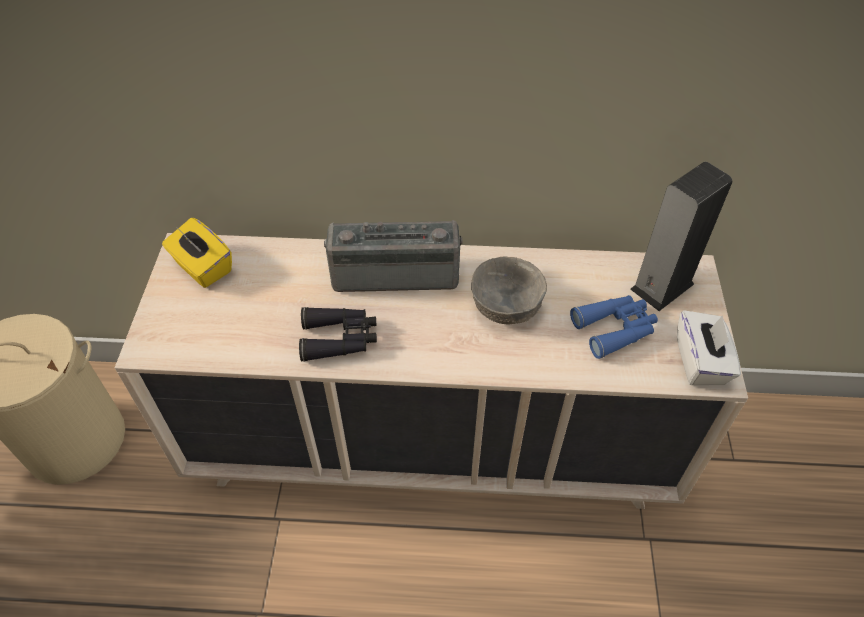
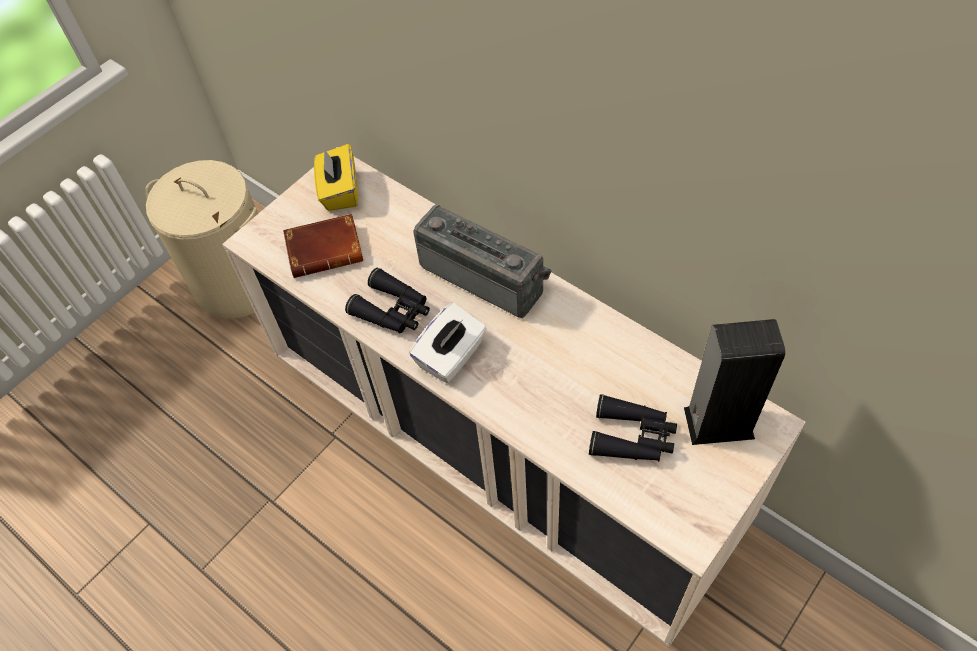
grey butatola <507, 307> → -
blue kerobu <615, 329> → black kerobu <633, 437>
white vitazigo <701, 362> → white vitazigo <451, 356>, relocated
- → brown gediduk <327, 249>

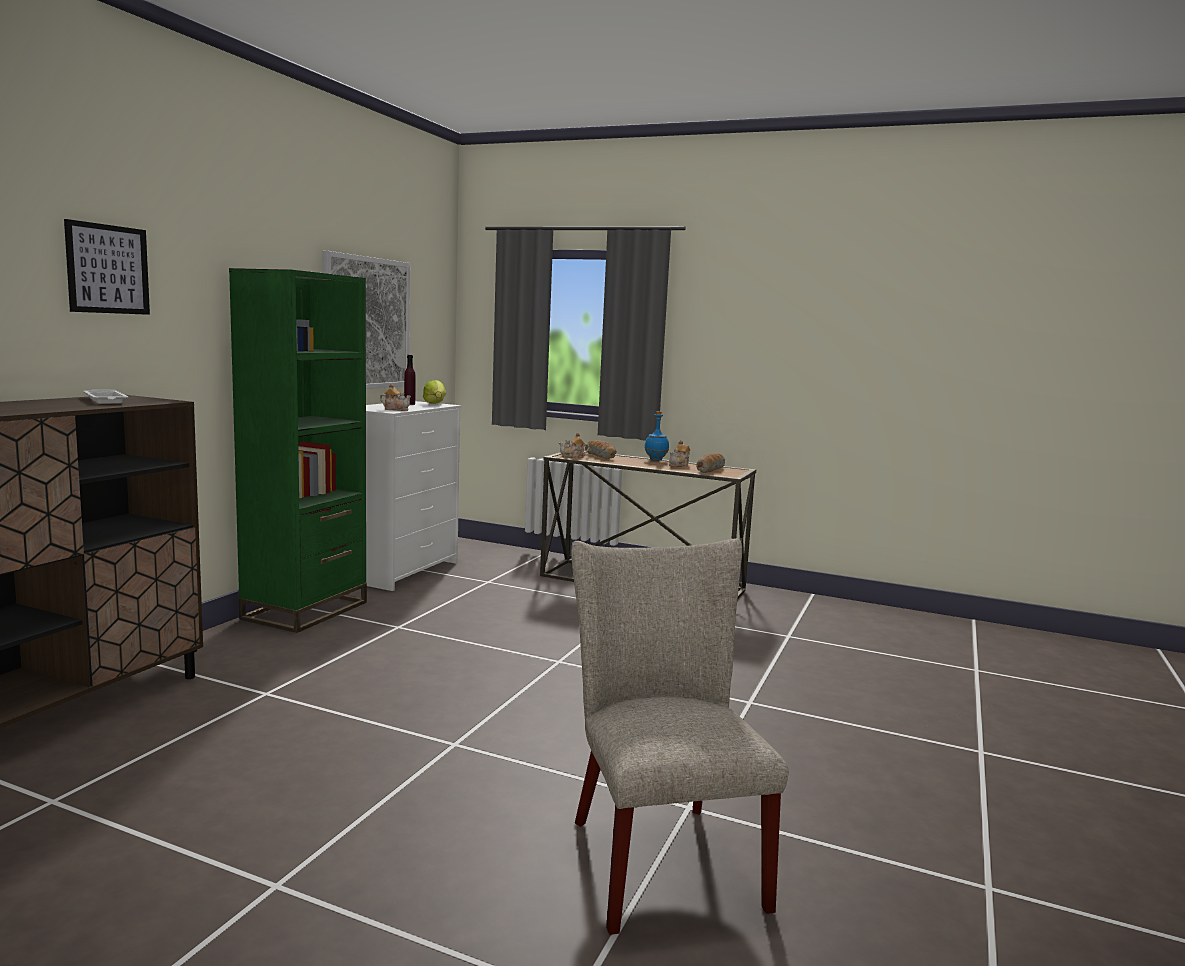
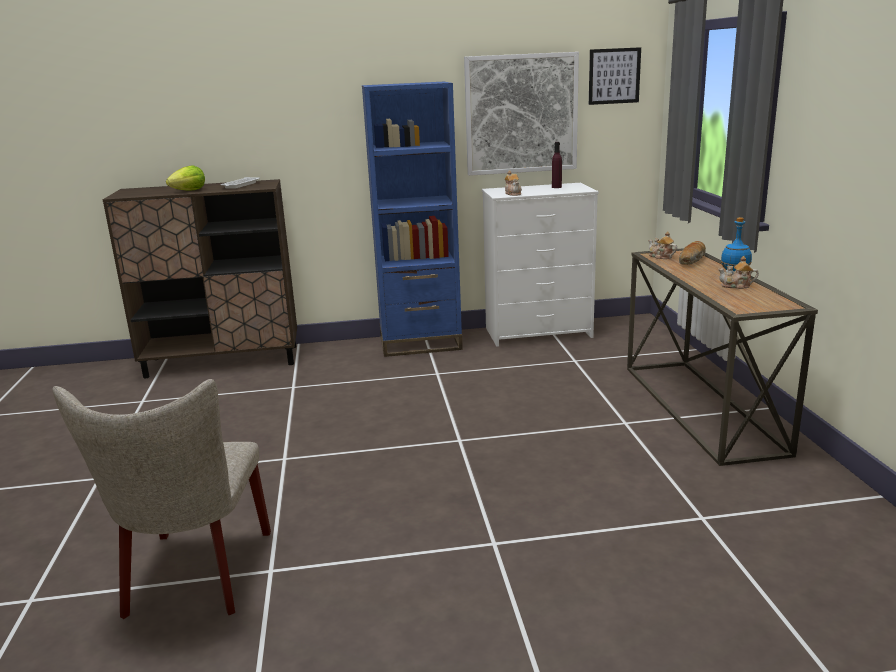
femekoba <108, 269> → femekoba <614, 76>, relocated
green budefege <305, 611> → blue budefege <420, 343>
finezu <435, 404> → finezu <189, 191>, relocated
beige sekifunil <658, 855> → beige sekifunil <195, 578>, 135 degrees clockwise
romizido <710, 469> → -

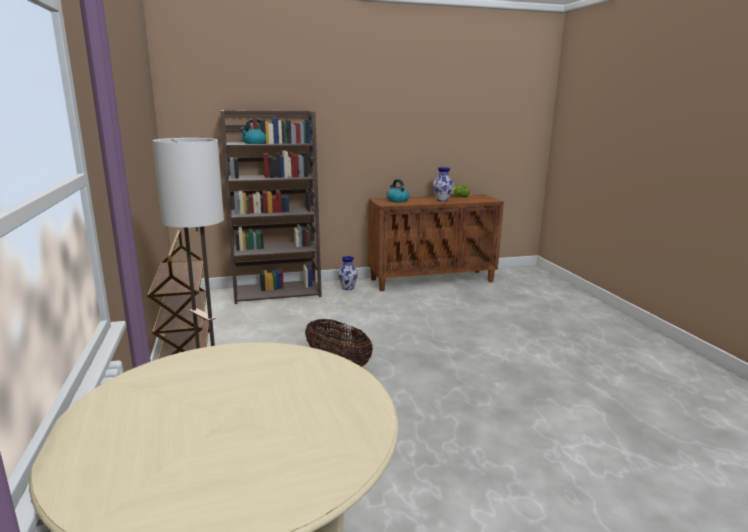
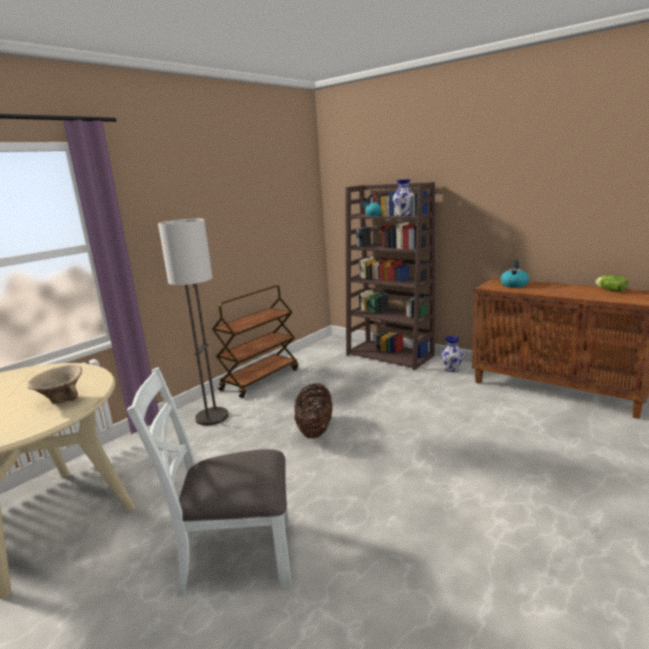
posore <442, 200> → posore <404, 215>, relocated
- → beige butatola <60, 400>
- → white sekifunil <235, 556>

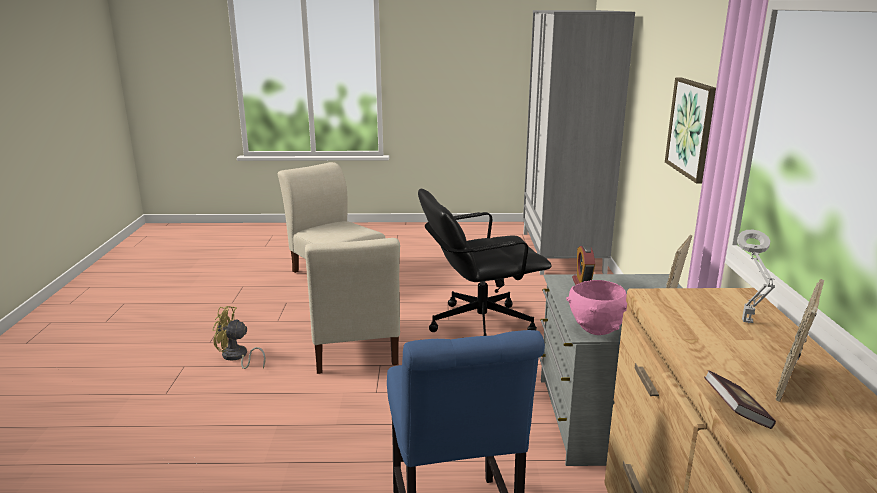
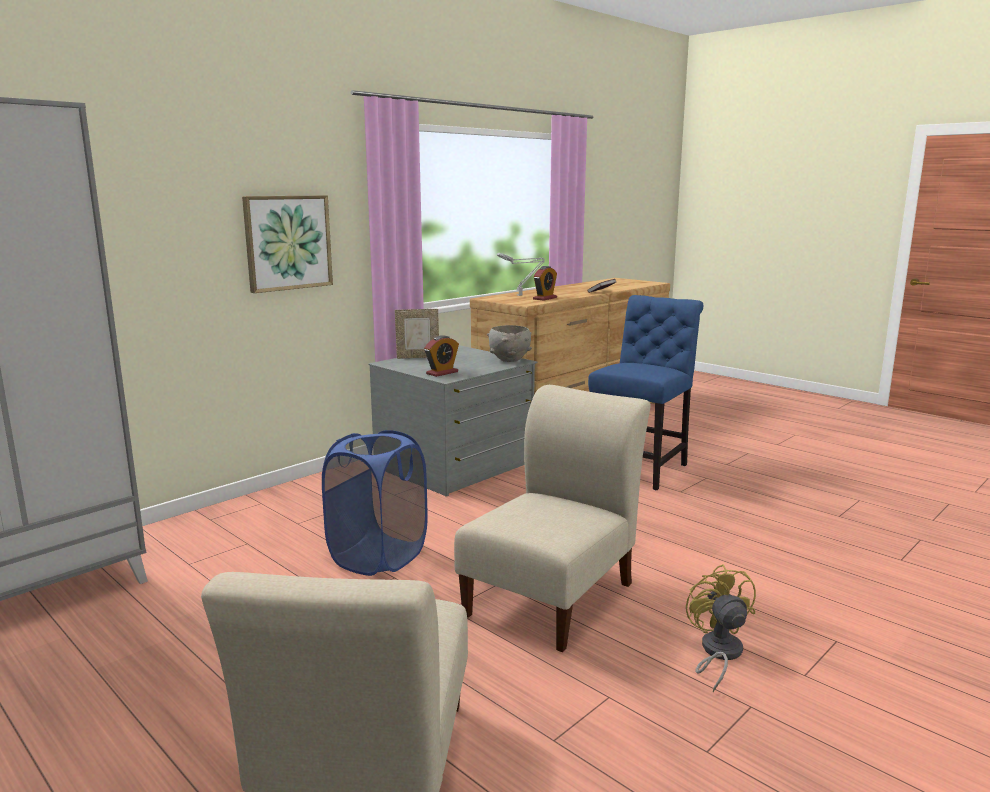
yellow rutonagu <236, 357> → yellow rutonagu <717, 653>, 150 degrees counterclockwise
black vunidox <479, 324> → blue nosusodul <378, 557>
pink butatola <595, 329> → grey butatola <509, 360>
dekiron <790, 382> → -
- → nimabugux <545, 298>

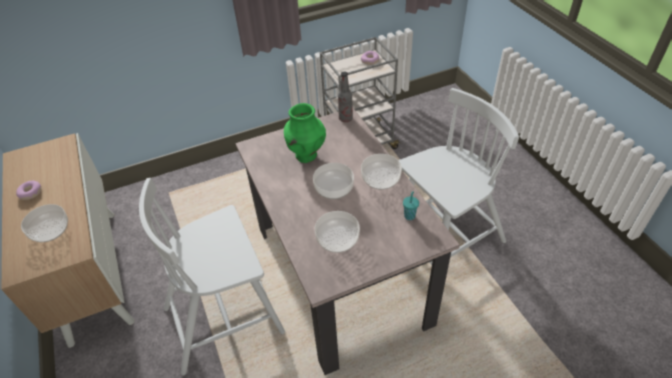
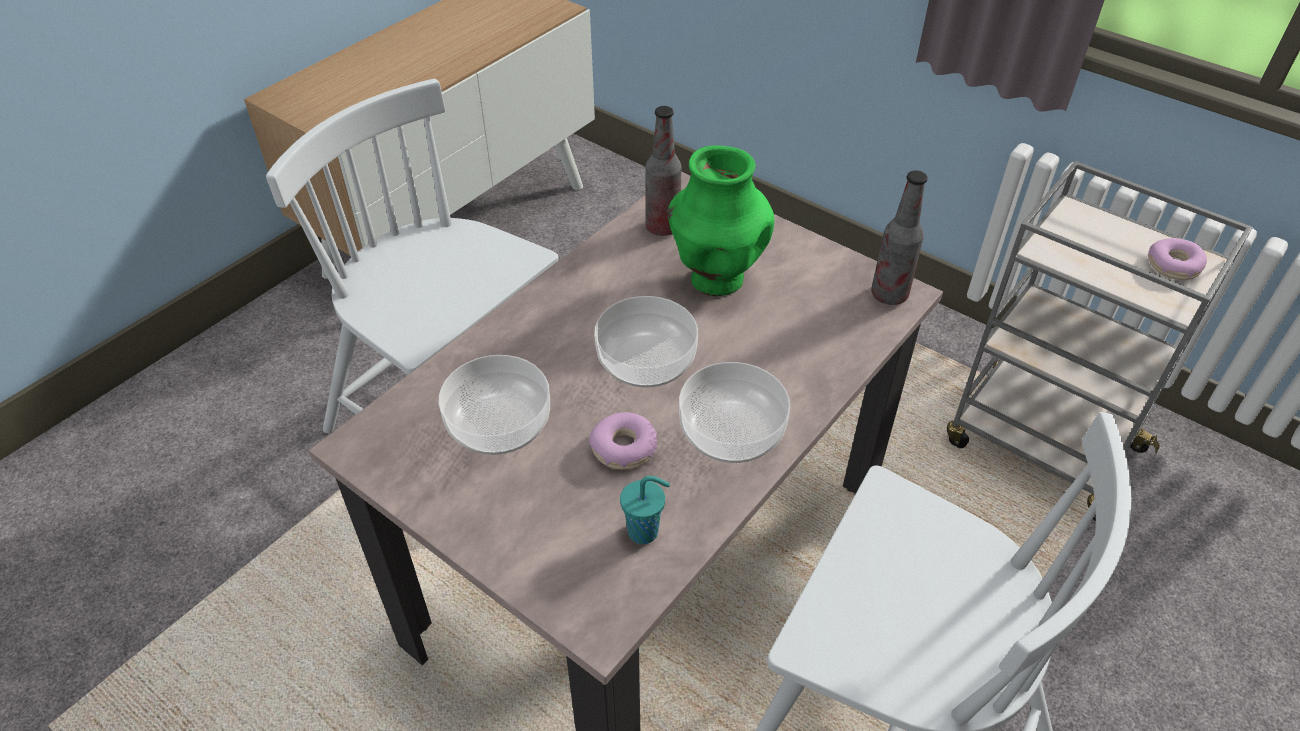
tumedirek <31, 193> → tumedirek <624, 448>, relocated
butatola <50, 231> → -
- → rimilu <662, 227>

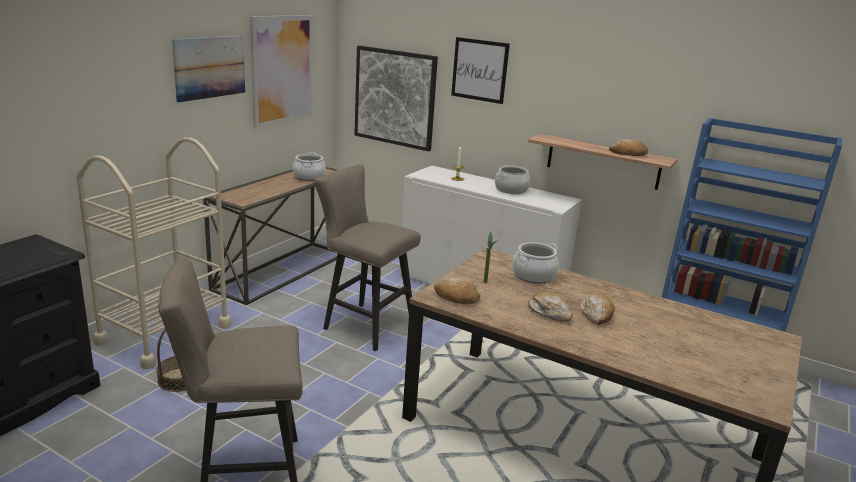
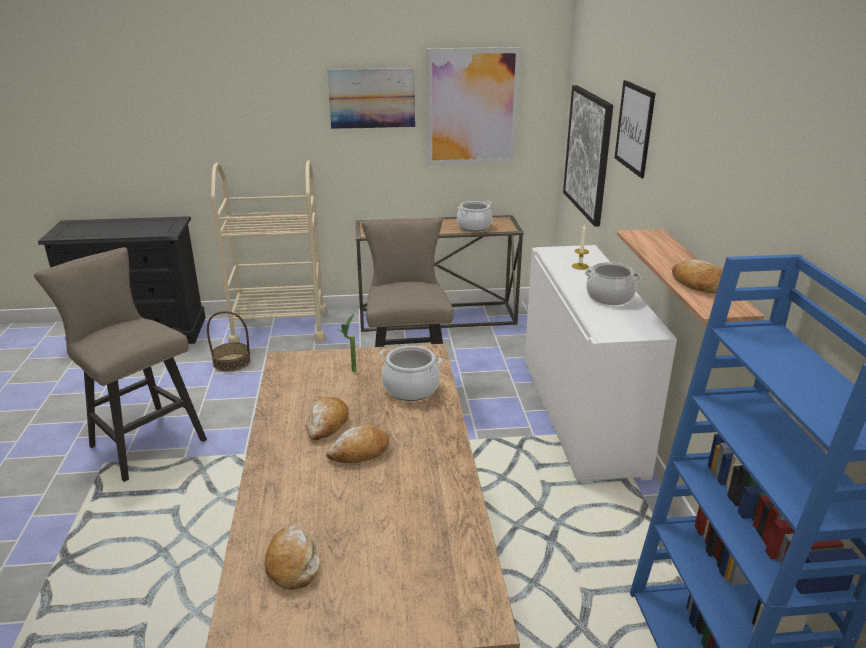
romizido <456, 298> → romizido <292, 563>, relocated

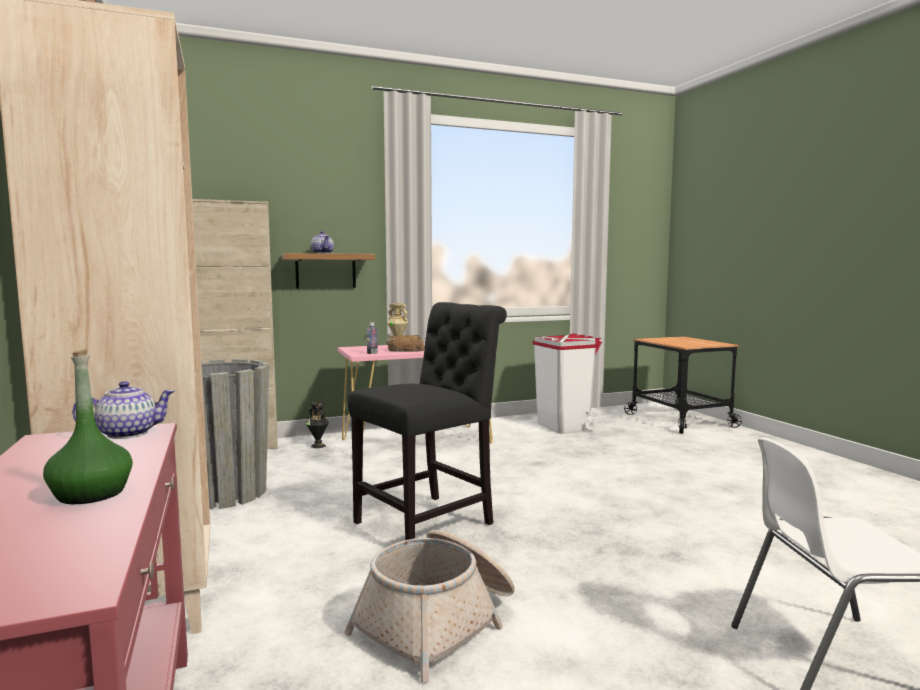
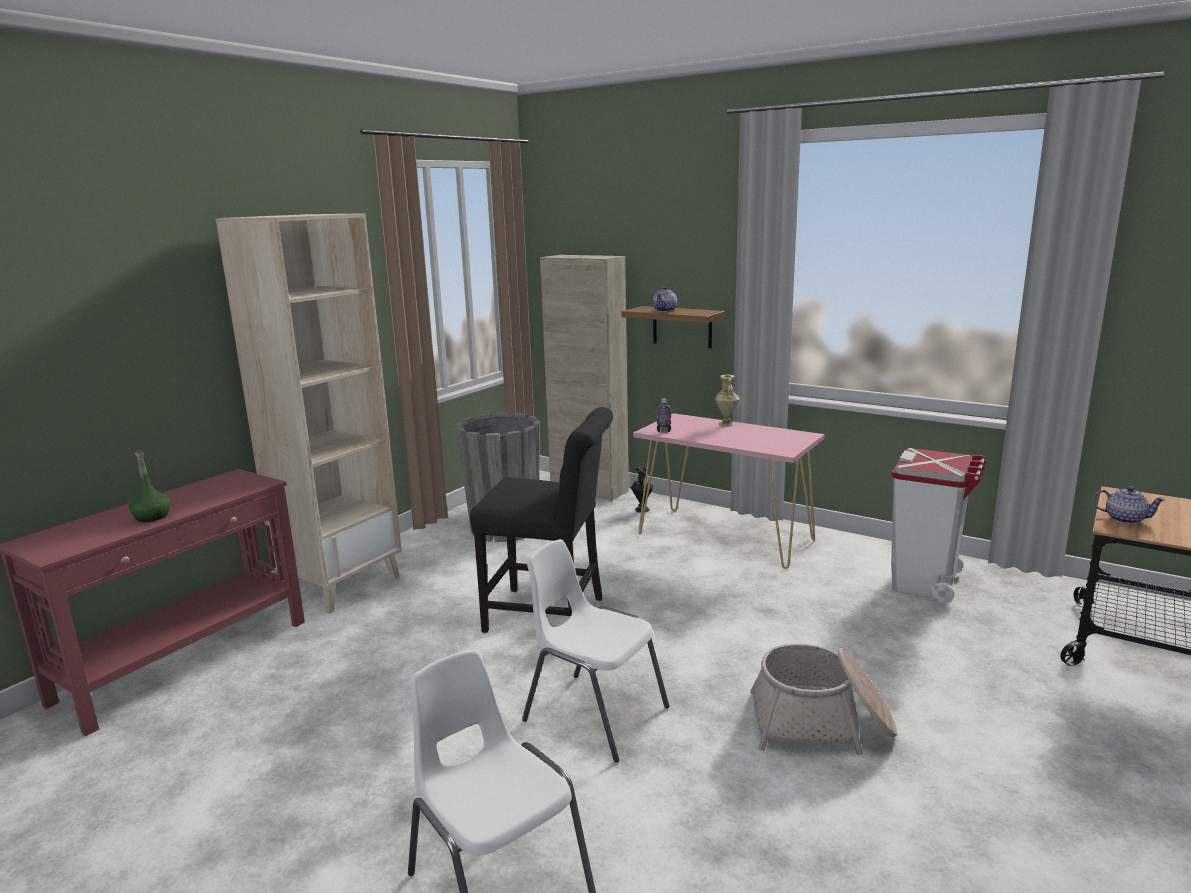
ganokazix <127, 434> → ganokazix <1124, 519>, relocated
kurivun <439, 622> → kurivun <821, 723>, relocated
romizido <405, 349> → -
- → white sekifunil <593, 713>

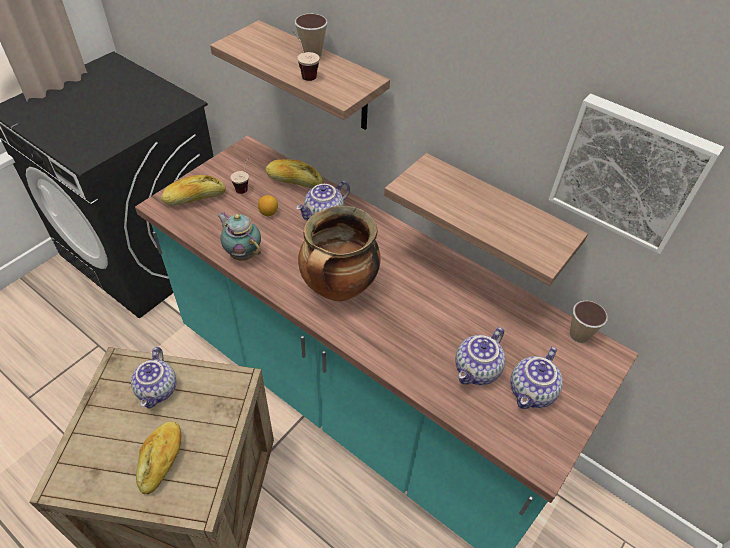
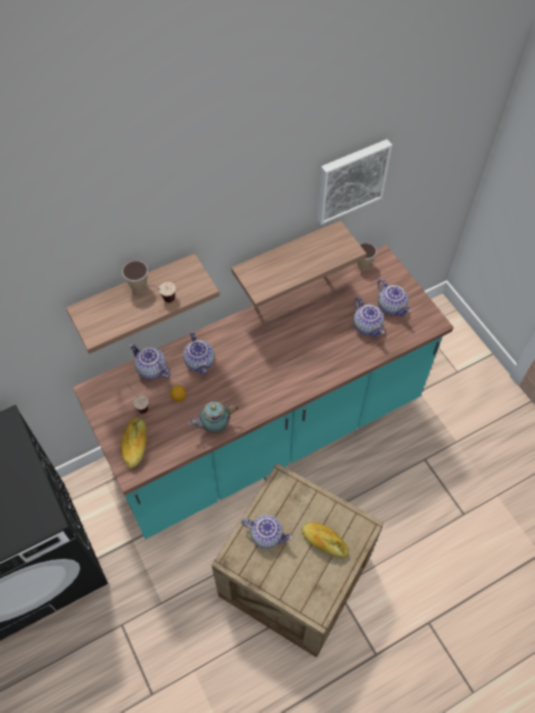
romizido <294, 181> → ganokazix <151, 369>
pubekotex <339, 289> → -

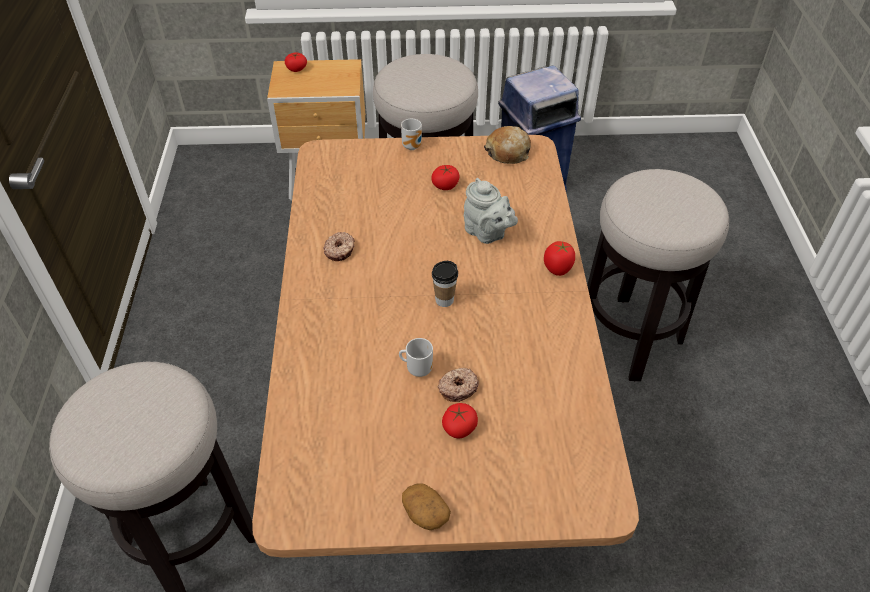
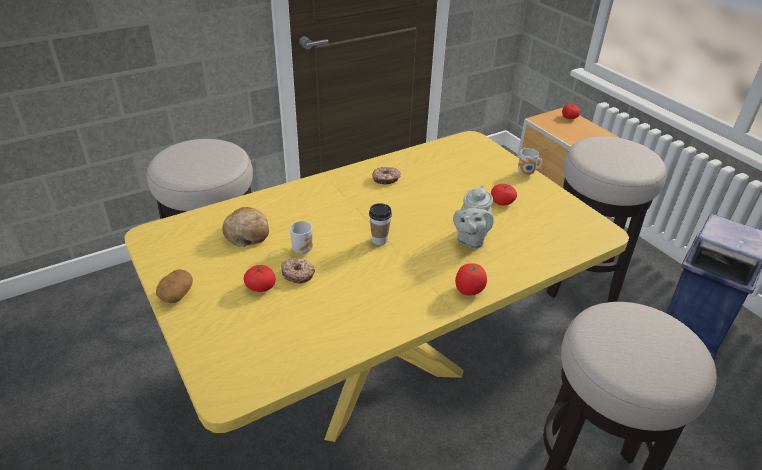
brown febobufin <433, 431> → yellow febobufin <376, 372>
romizido <508, 152> → romizido <247, 234>, relocated

